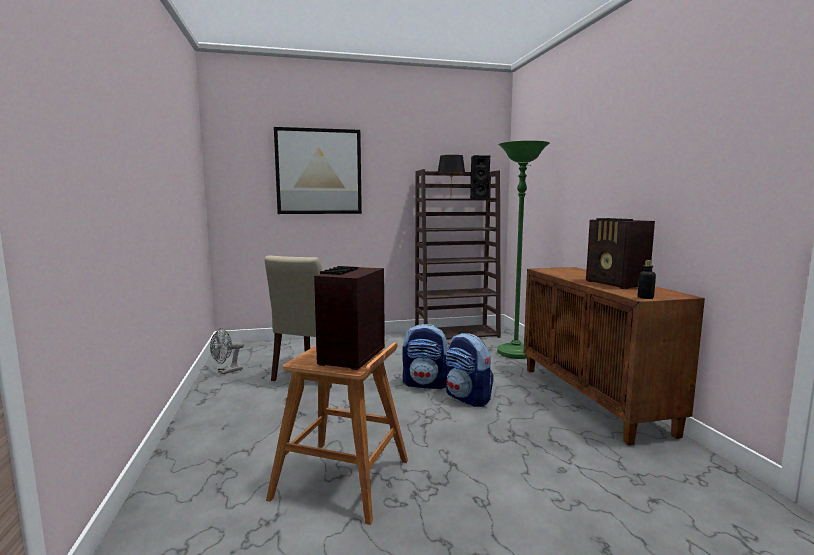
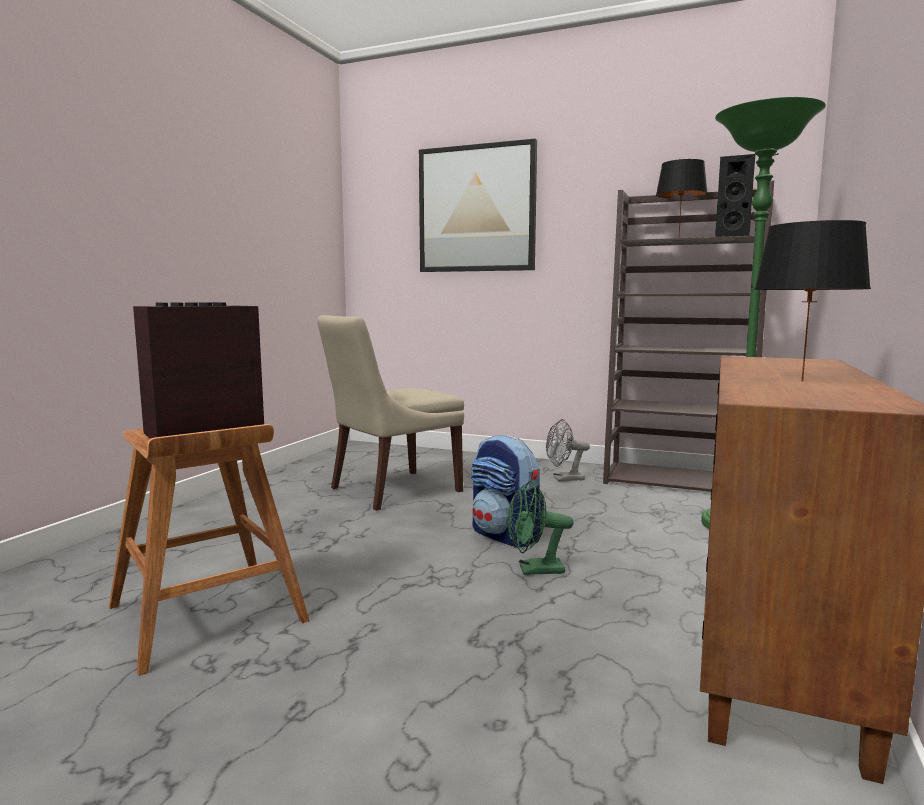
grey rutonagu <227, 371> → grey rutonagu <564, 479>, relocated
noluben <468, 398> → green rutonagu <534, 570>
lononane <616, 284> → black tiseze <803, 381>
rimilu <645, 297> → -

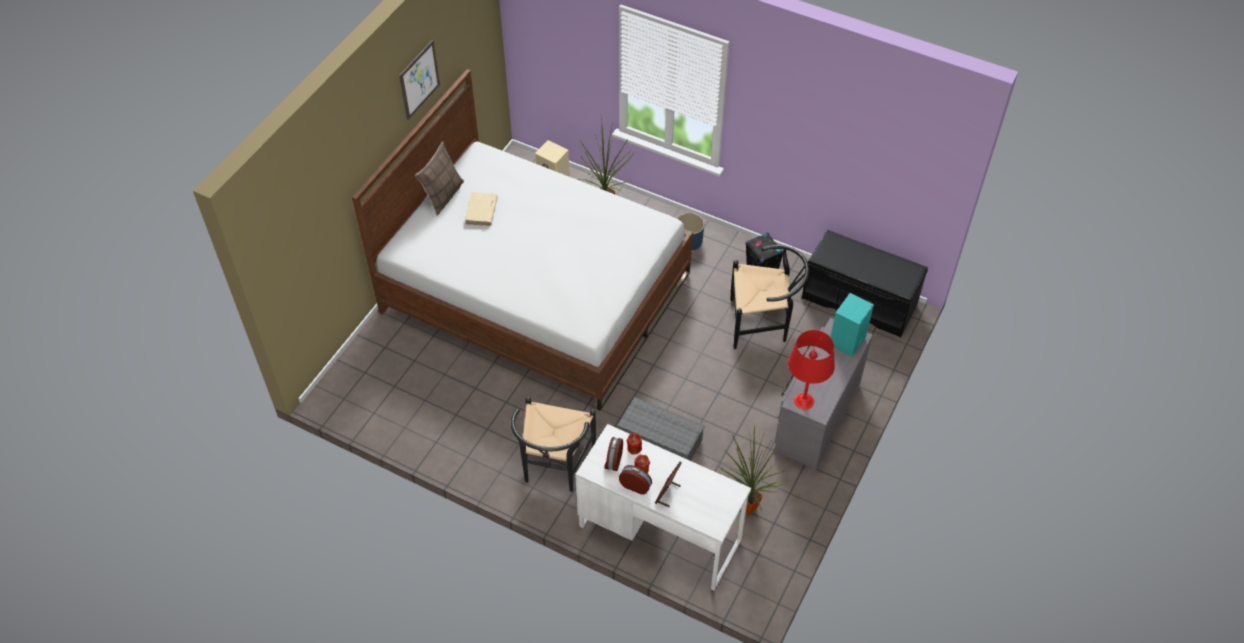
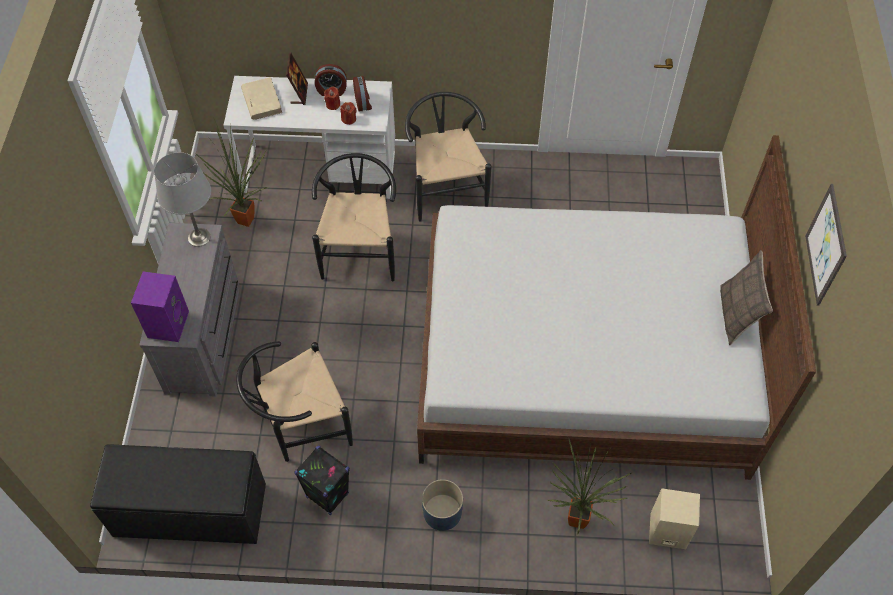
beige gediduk <481, 211> → beige gediduk <261, 100>, relocated
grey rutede <658, 440> → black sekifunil <360, 250>
red tiseze <804, 401> → grey tiseze <198, 237>
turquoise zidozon <847, 341> → purple zidozon <167, 323>

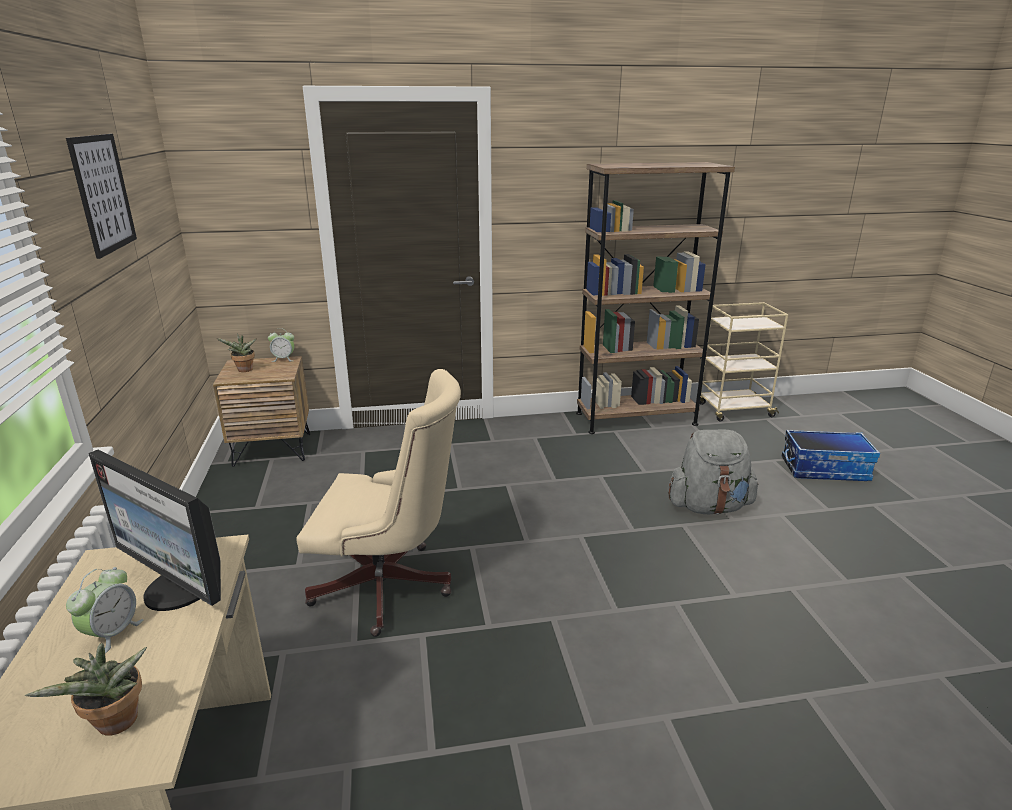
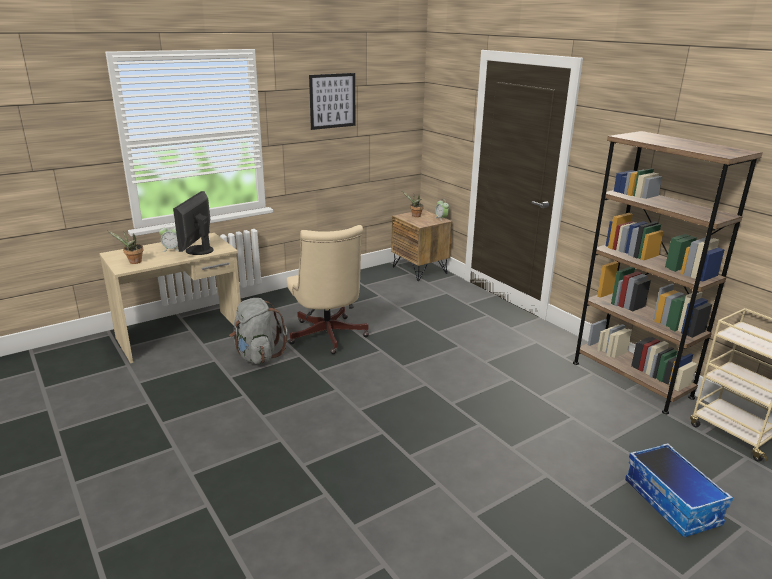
grey noluben <709, 506> → grey noluben <257, 355>, relocated

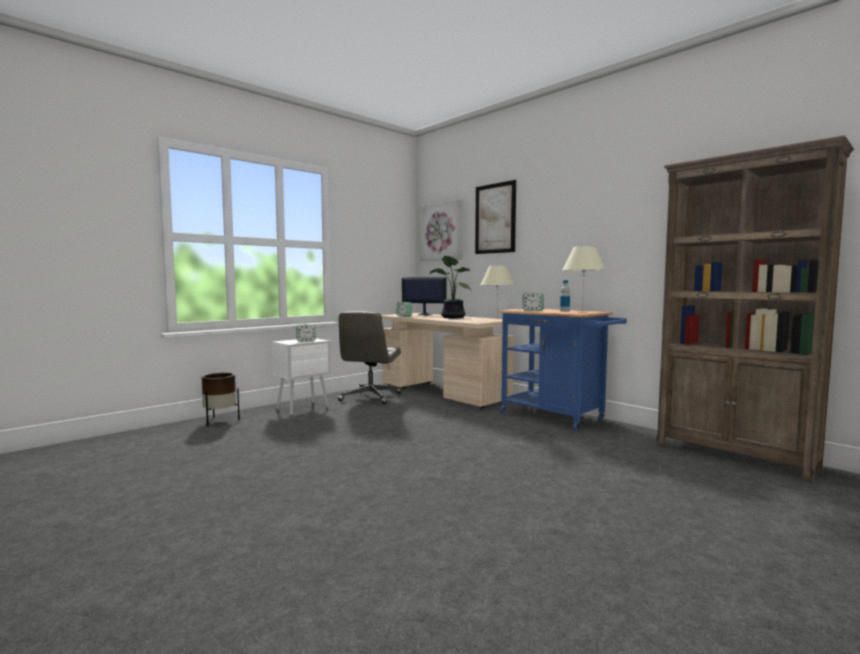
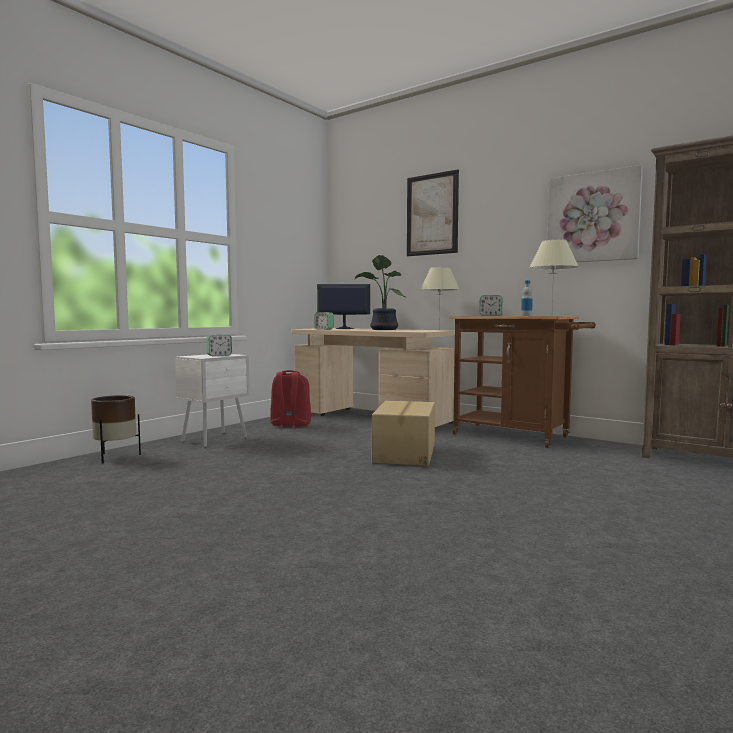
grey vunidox <370, 397> → red noluben <290, 425>
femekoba <442, 231> → femekoba <593, 217>, relocated
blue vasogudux <557, 417> → brown vasogudux <517, 436>
- → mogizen <406, 453>

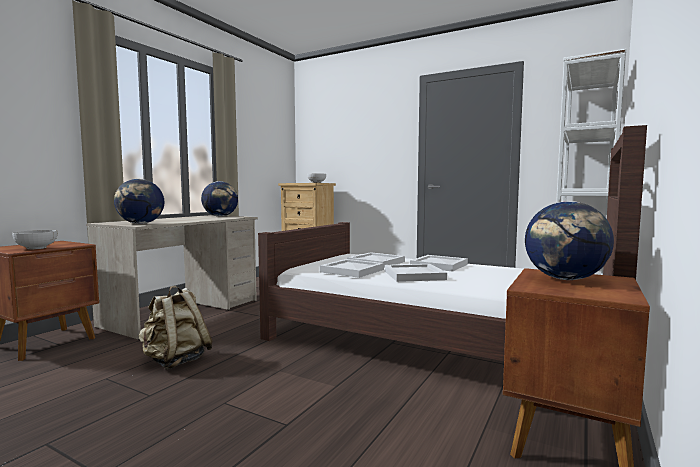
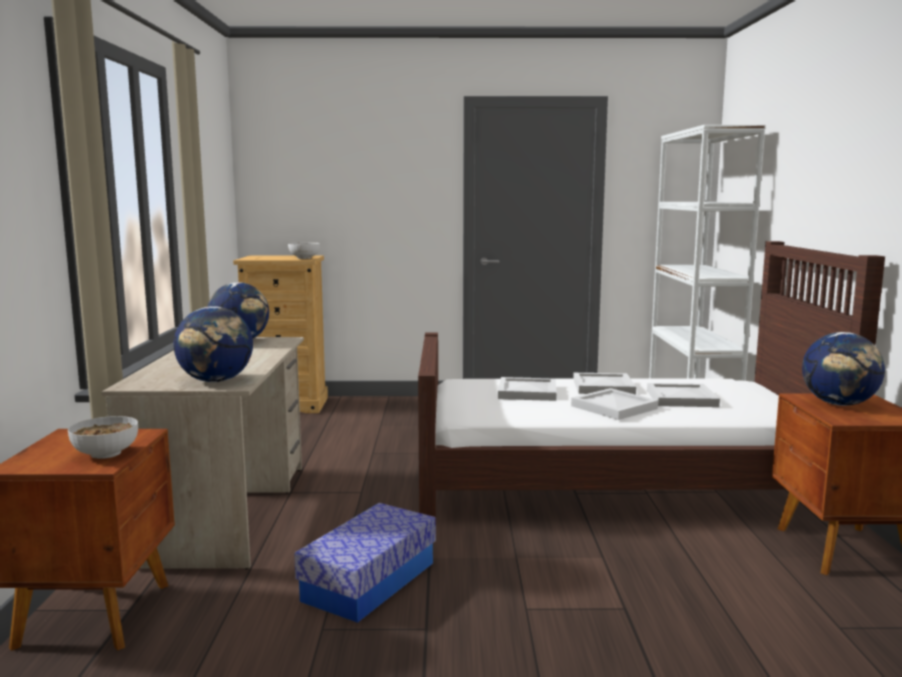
beige noluben <176, 361> → rutede <369, 581>
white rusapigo <353, 270> → white rusapigo <682, 398>, relocated

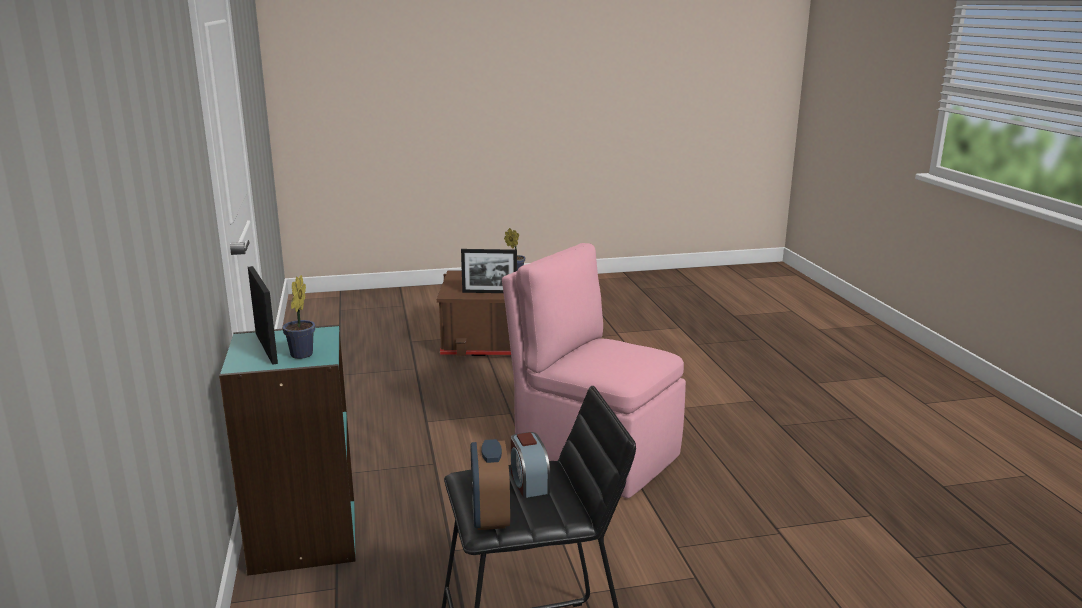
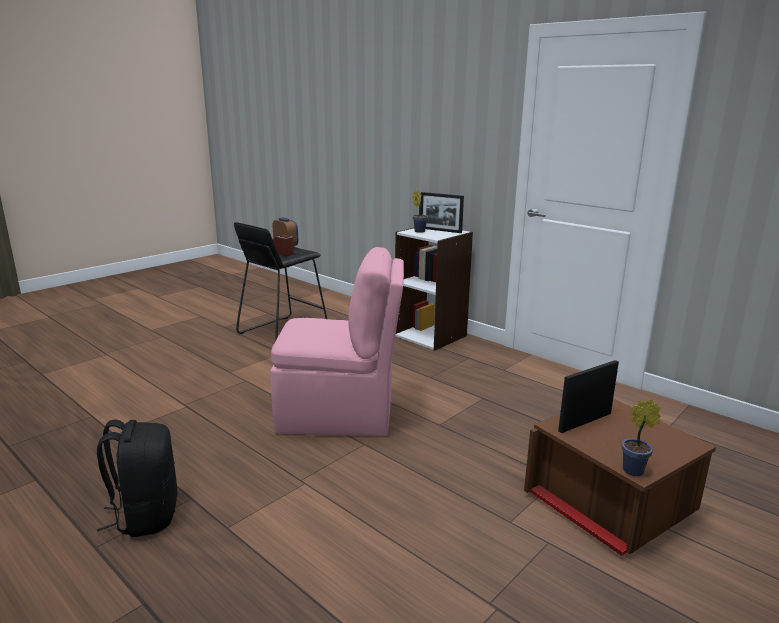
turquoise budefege <302, 537> → white budefege <431, 335>
- → black noluben <146, 515>

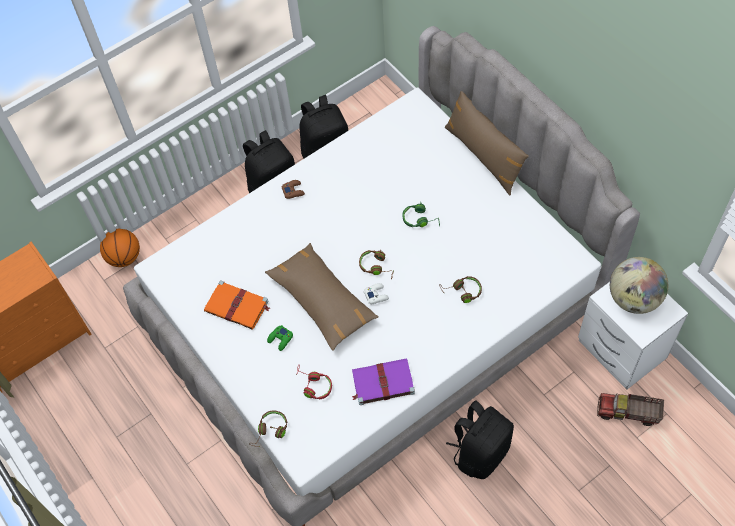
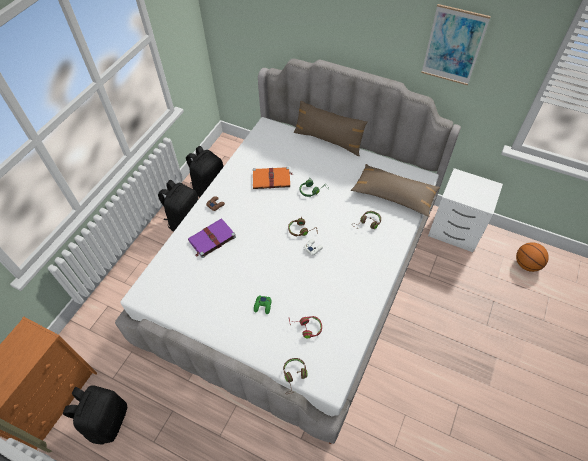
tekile <124, 257> → tekile <526, 264>, relocated
orange gediduk <237, 307> → orange gediduk <272, 179>, relocated
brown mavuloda <322, 300> → brown mavuloda <394, 195>, relocated
purple gediduk <382, 382> → purple gediduk <211, 239>, relocated
black noluben <480, 452> → black noluben <107, 420>, relocated
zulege <628, 413> → -
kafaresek <633, 299> → -
- → femekoba <453, 46>

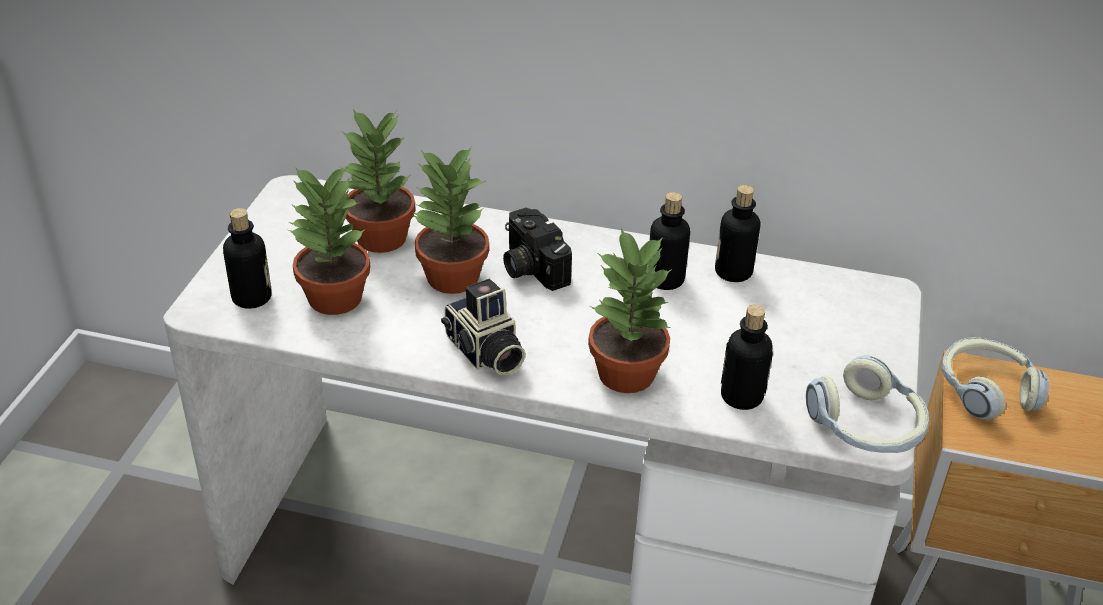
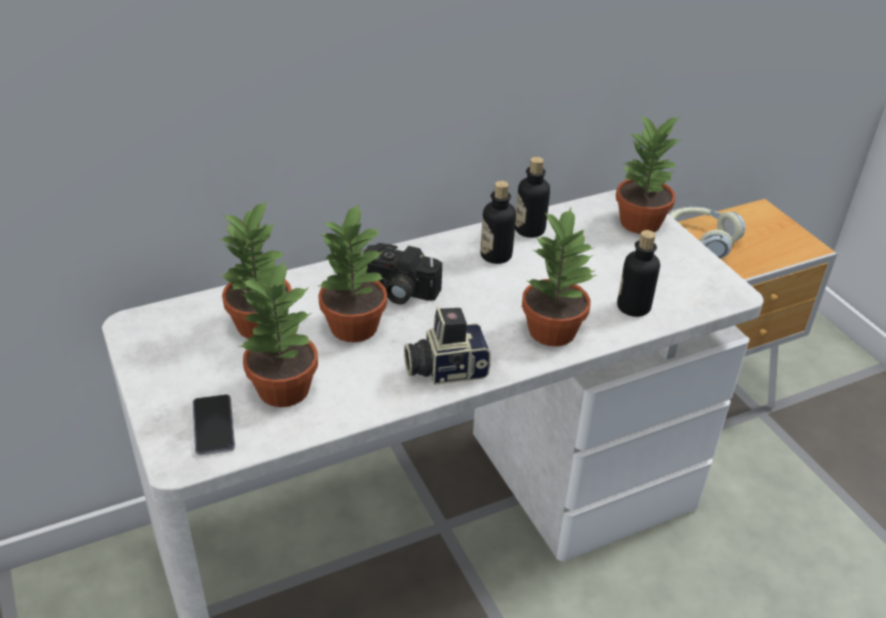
rimilu <252, 297> → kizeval <213, 426>
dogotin <484, 353> → dogotin <445, 368>, 150 degrees clockwise
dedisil <866, 427> → -
- → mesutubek <641, 223>

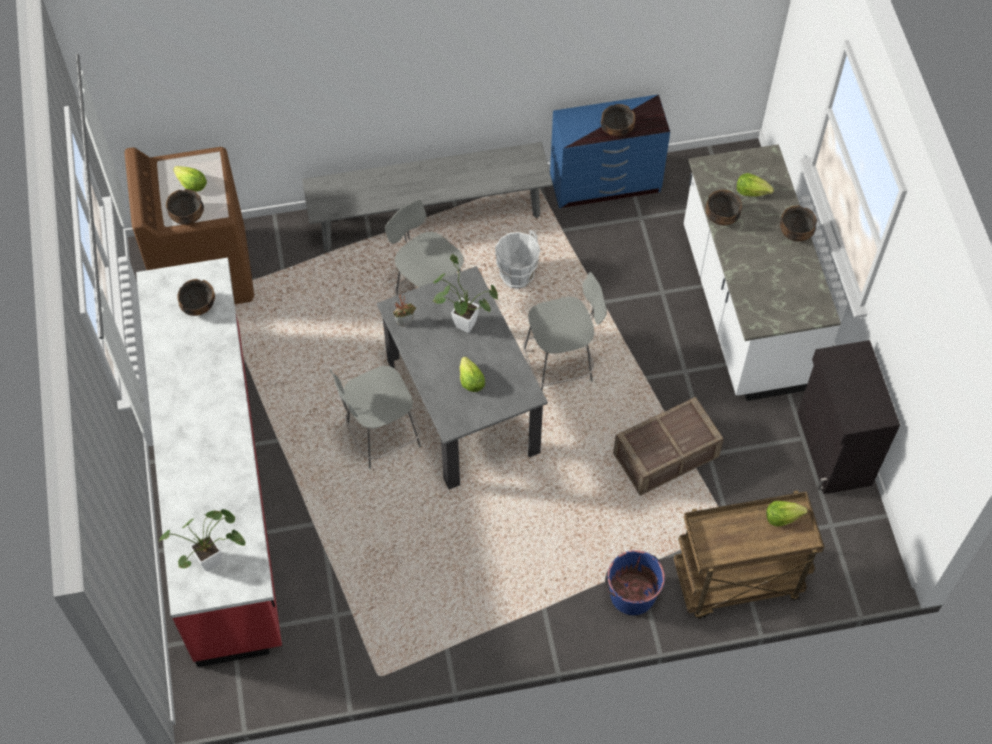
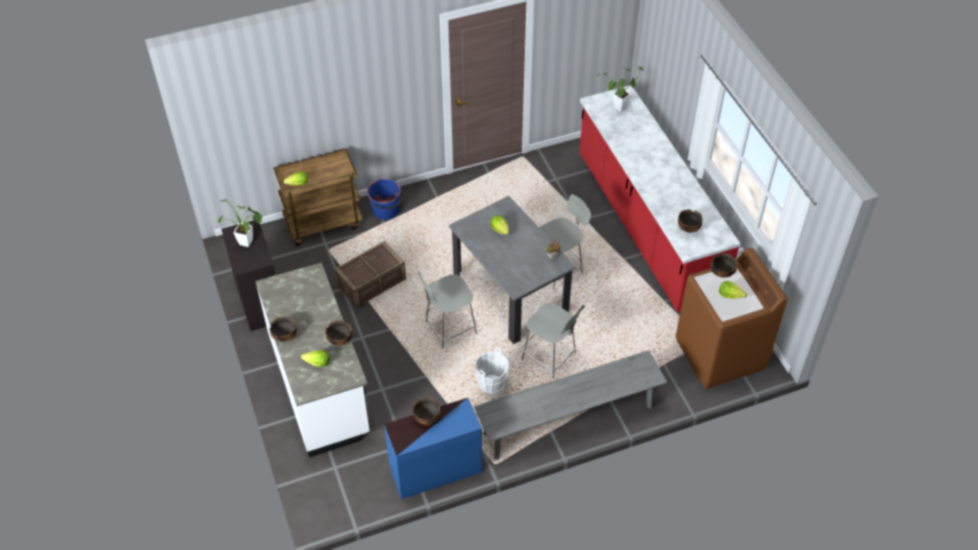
mesutubek <461, 323> → mesutubek <249, 243>, relocated

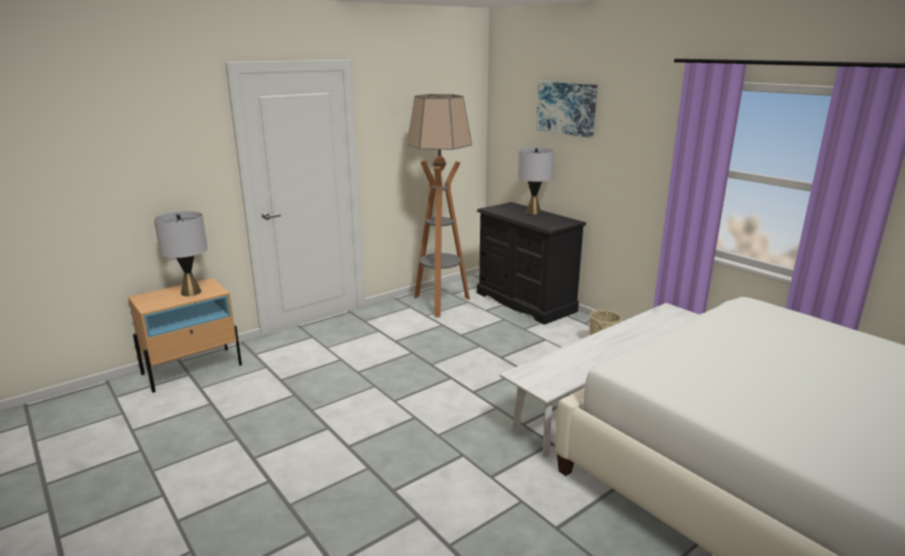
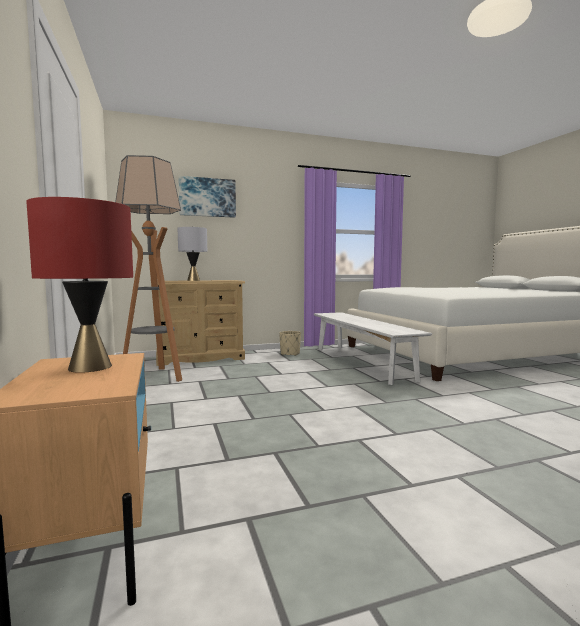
grey tiseze <191, 292> → red tiseze <89, 367>
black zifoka <525, 302> → beige zifoka <200, 358>

